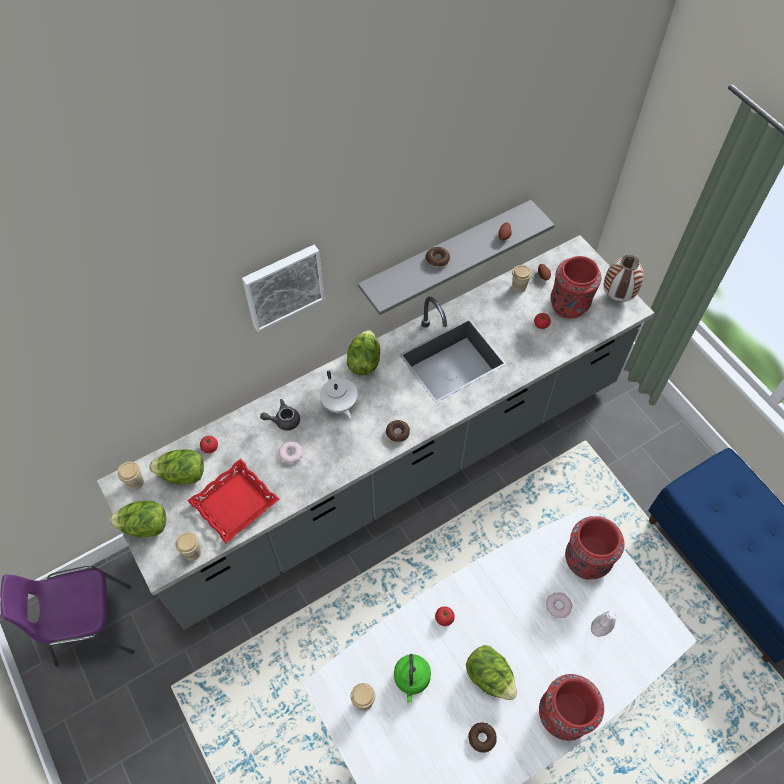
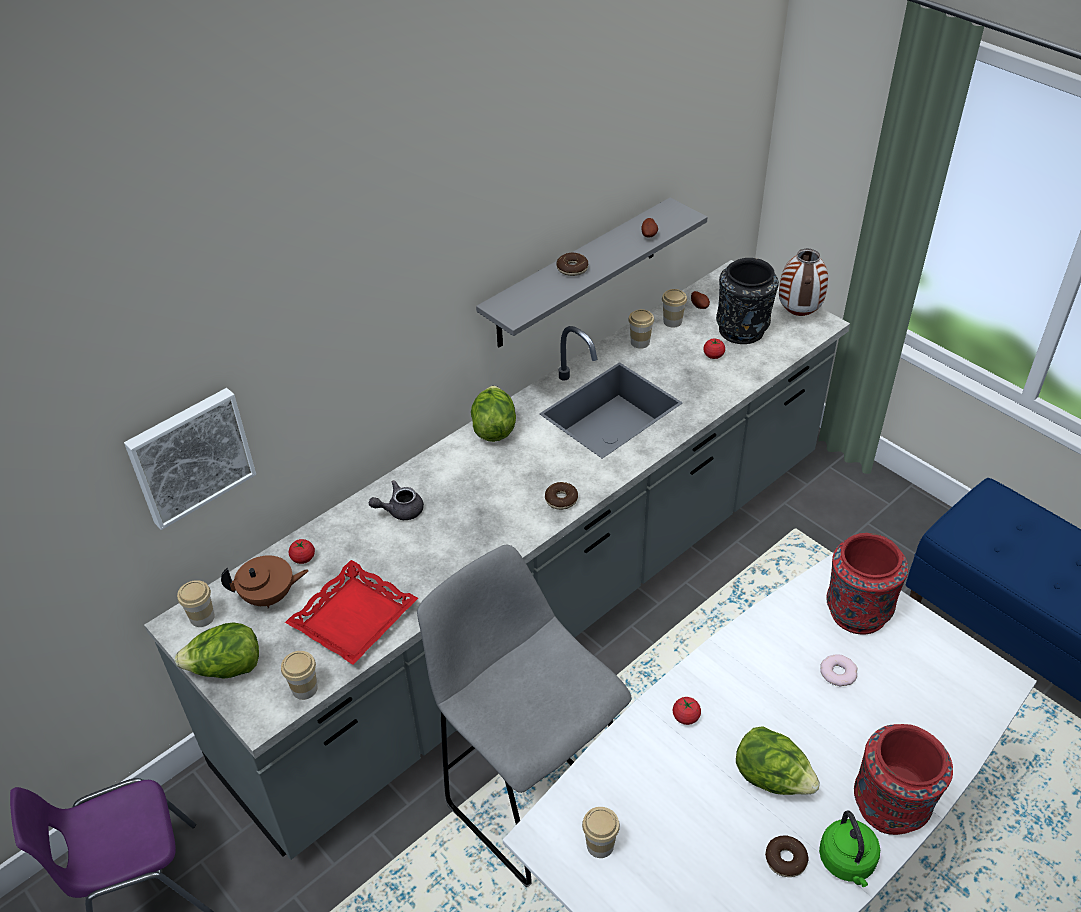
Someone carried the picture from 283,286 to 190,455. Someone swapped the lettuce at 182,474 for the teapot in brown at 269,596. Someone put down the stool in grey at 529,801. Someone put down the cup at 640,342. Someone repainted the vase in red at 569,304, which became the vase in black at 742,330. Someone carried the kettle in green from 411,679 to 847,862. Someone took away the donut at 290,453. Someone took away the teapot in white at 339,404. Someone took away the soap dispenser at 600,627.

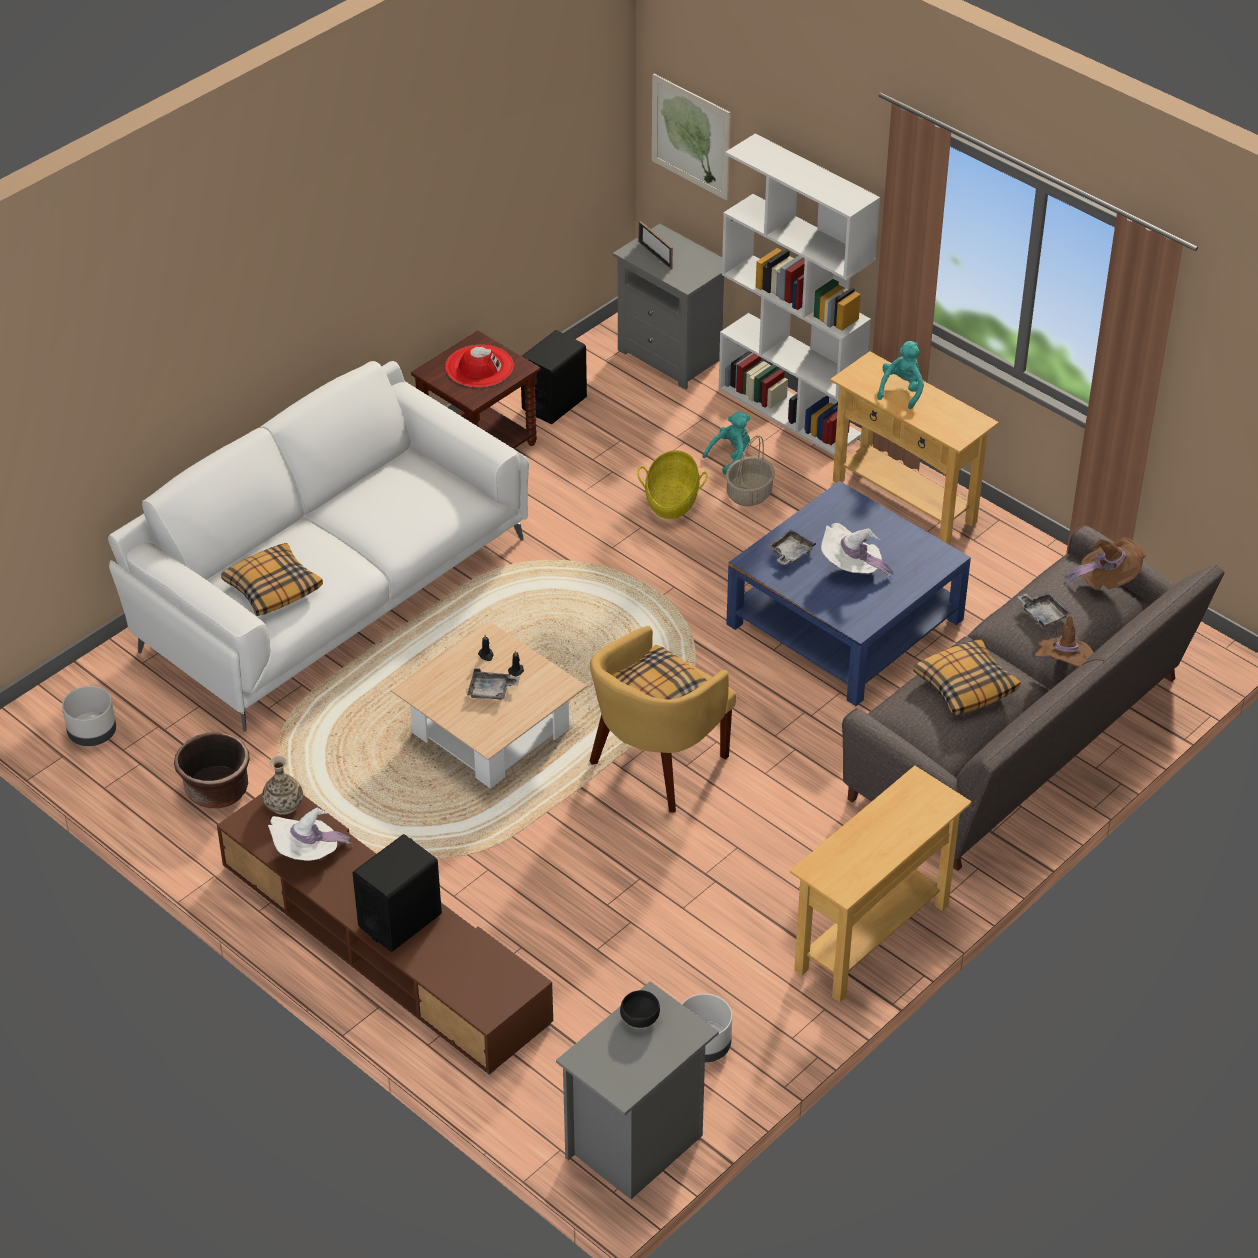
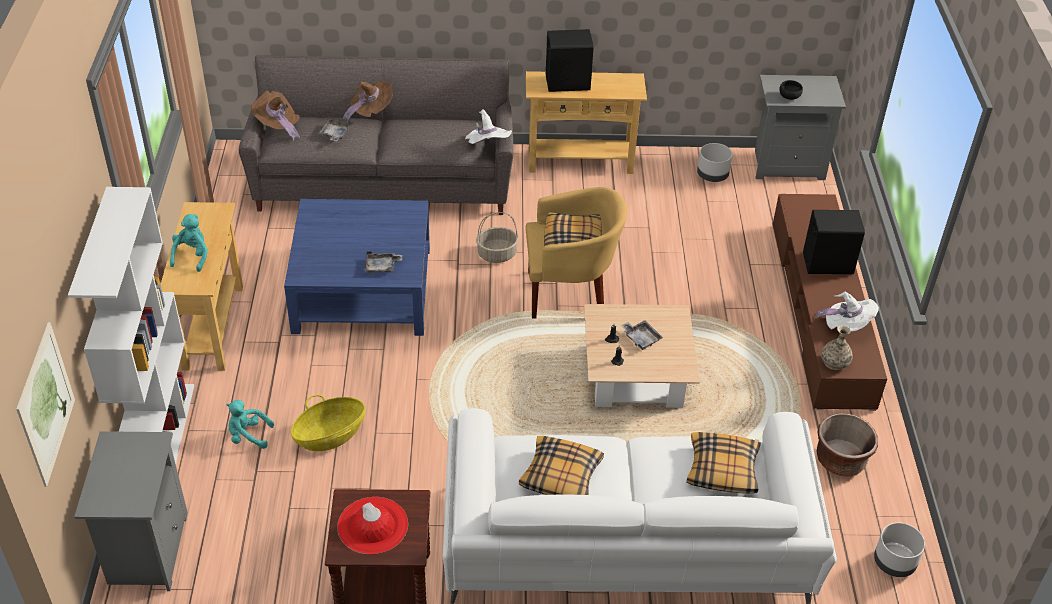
Someone rotated the plush toy in turquoise at 902,390 by 120 degrees clockwise. Someone carried the hat in white from 852,569 to 487,147. Someone carried the basket from 749,493 to 496,254. Someone carried the pillow from 965,685 to 561,476. Someone carried the speaker in black from 554,403 to 567,83. Someone took away the picture frame at 655,255.

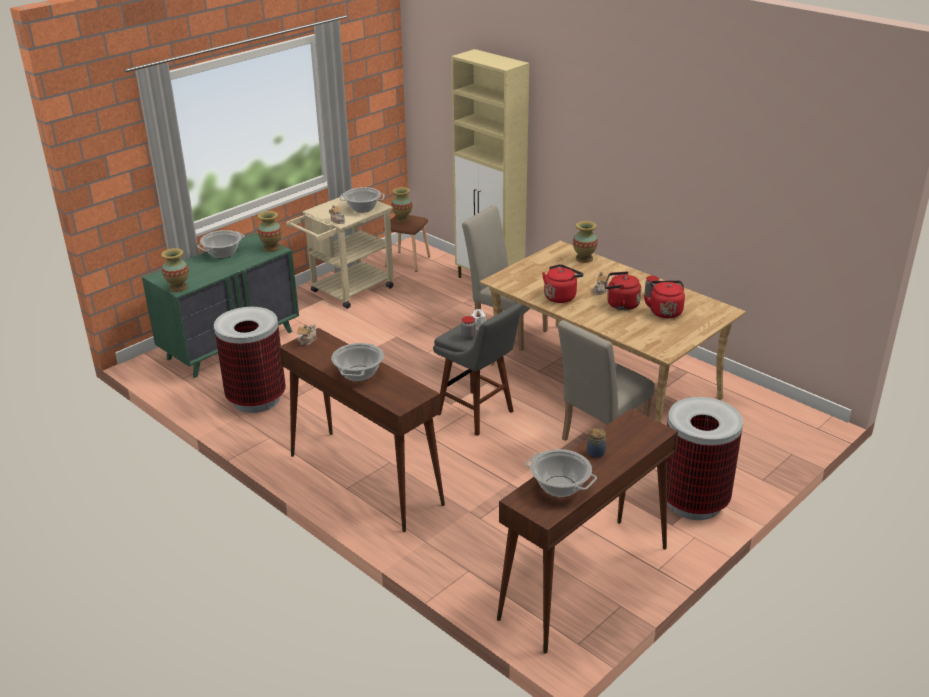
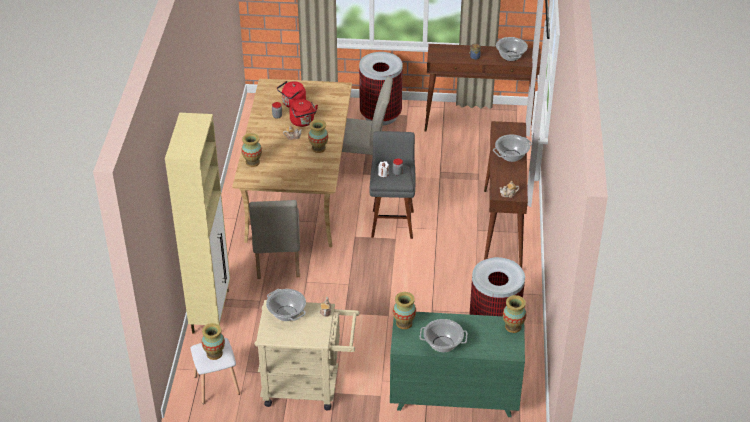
Someone repainted the stool in brown at 406,261, which became the stool in white at 217,385. Someone swapped the kettle in red at 561,296 for the vase at 318,148.

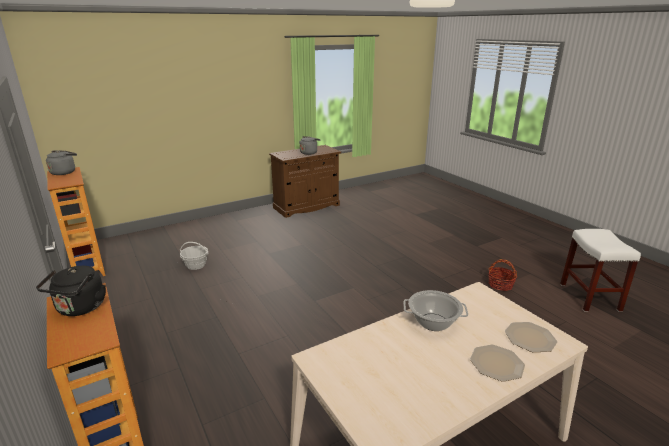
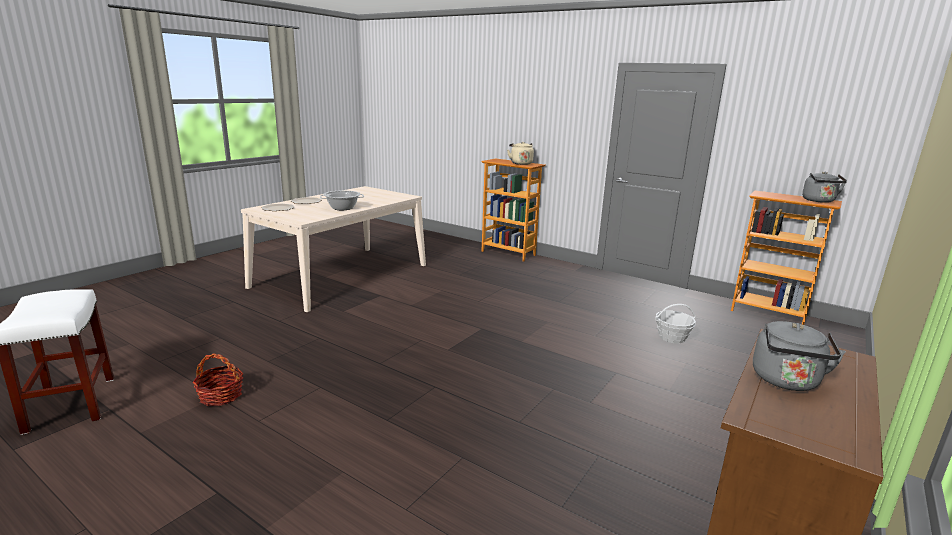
Someone repainted the kettle in black at 80,309, which became the kettle in beige at 520,163.

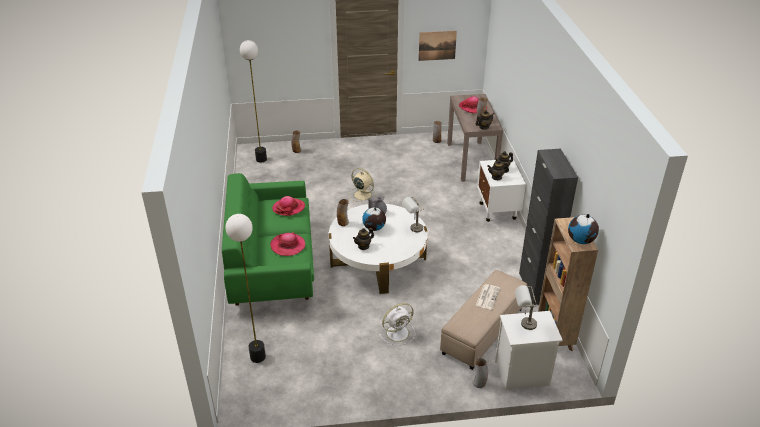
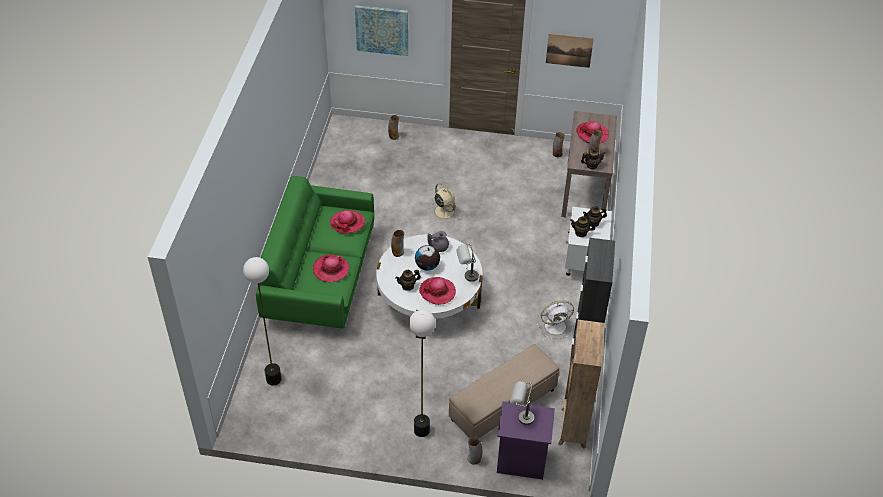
Someone put up the picture at 382,30. Someone carried the floor lamp from 261,159 to 421,430. Someone put down the hat at 437,292. Someone repainted the nightstand in white at 522,374, which became the nightstand in purple at 520,460. Someone carried the fan in white from 398,332 to 556,326. Someone took away the newspaper at 487,297. Someone took away the globe at 581,241.

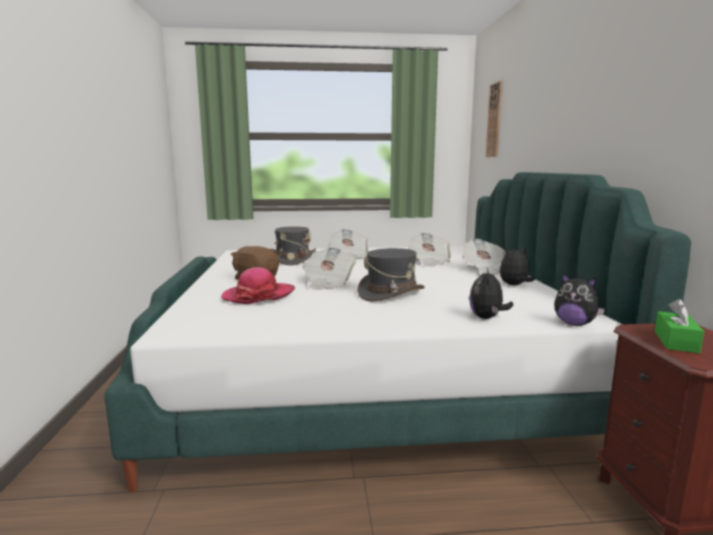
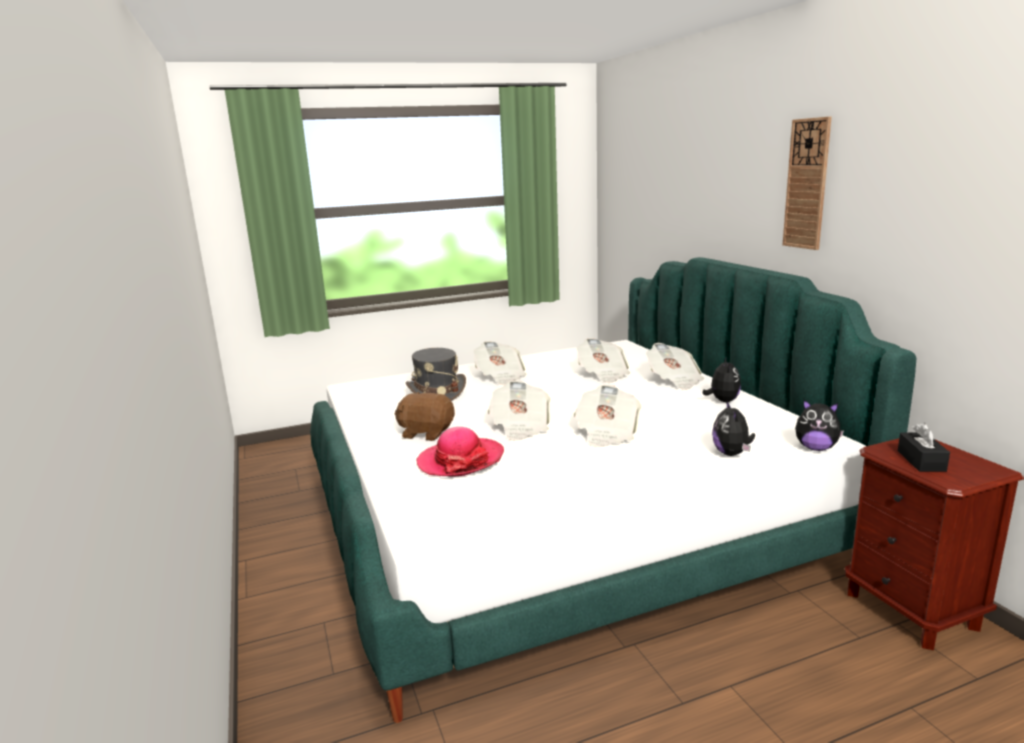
Someone swapped the hat in grey at 391,293 for the newspaper at 606,433. Someone rotated the plush toy at 514,285 by 135 degrees clockwise. Someone carried the wall clock from 494,120 to 807,184. Someone repainted the tissue box in green at 676,341, which became the tissue box in black at 921,461.

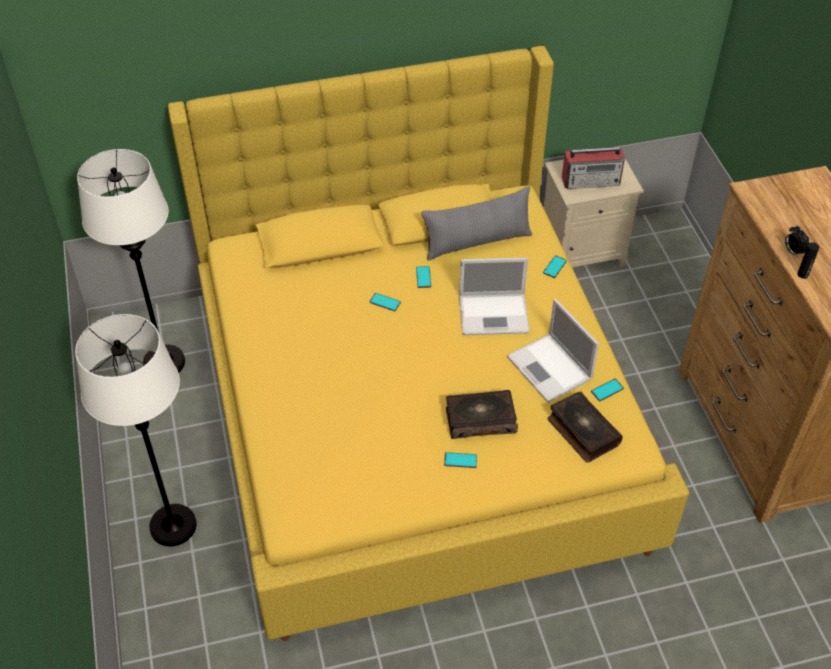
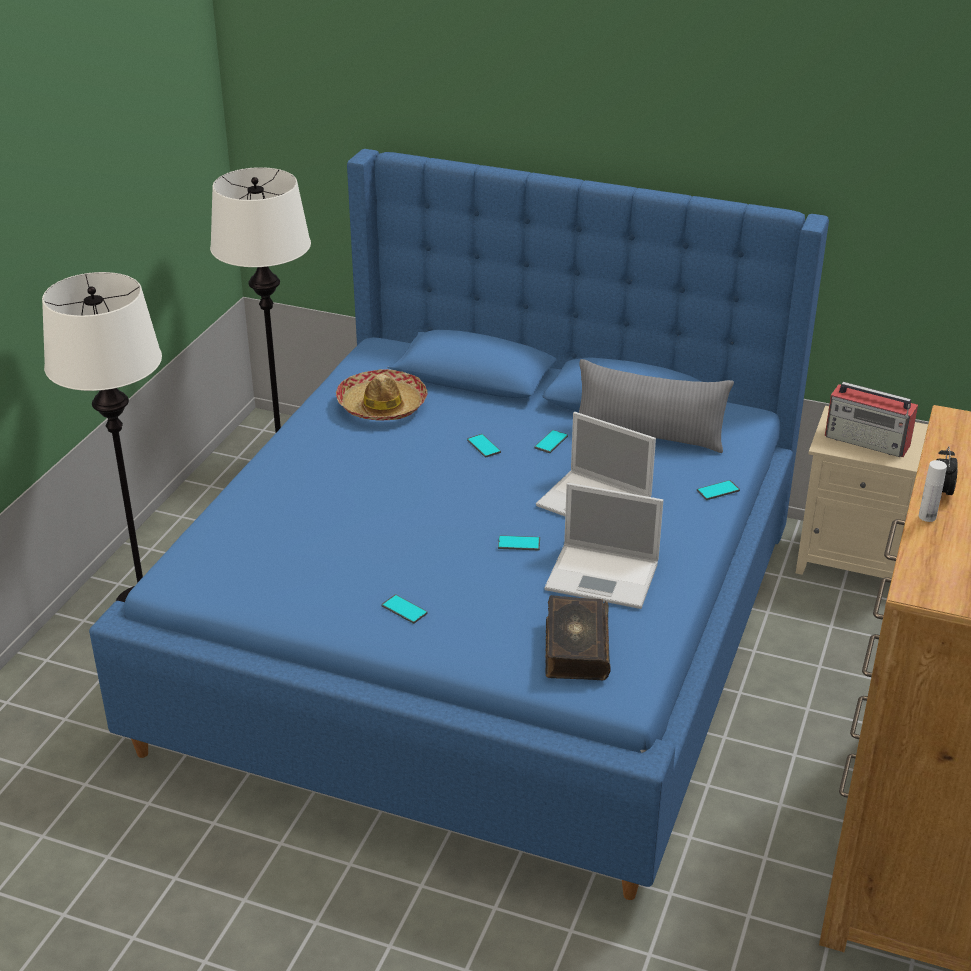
Someone repainted the bed in yellow at 416,417, which became the bed in blue at 487,629. Someone put down the hat at 382,405. Someone carried the phone from 607,390 to 519,543. Someone rotated the laptop at 550,369 by 75 degrees counterclockwise. Someone repainted the bottle in black at 803,274, which became the bottle in white at 927,516. Someone took away the book at 480,420.

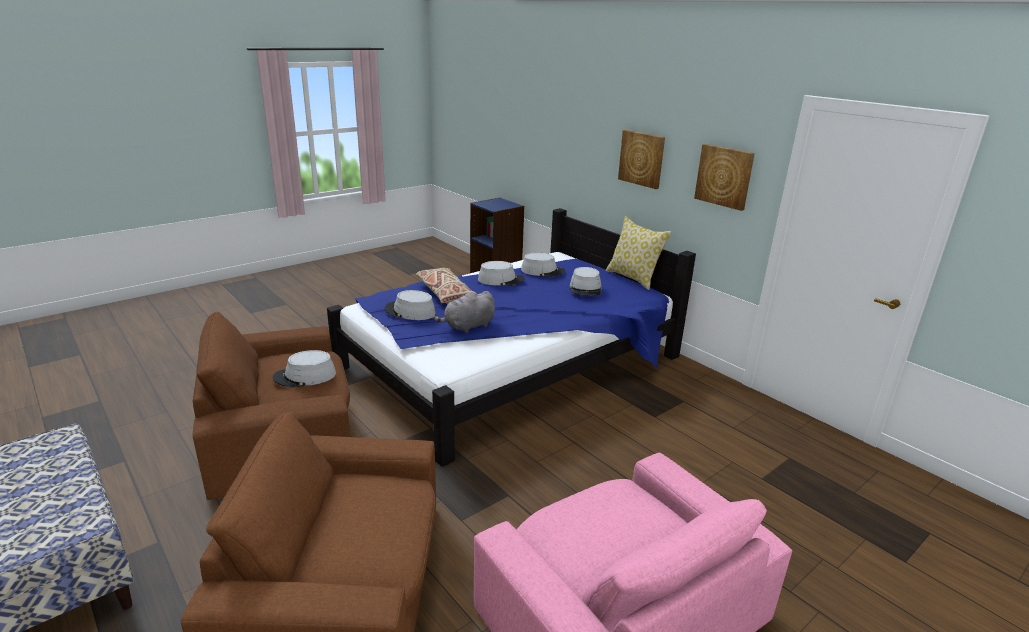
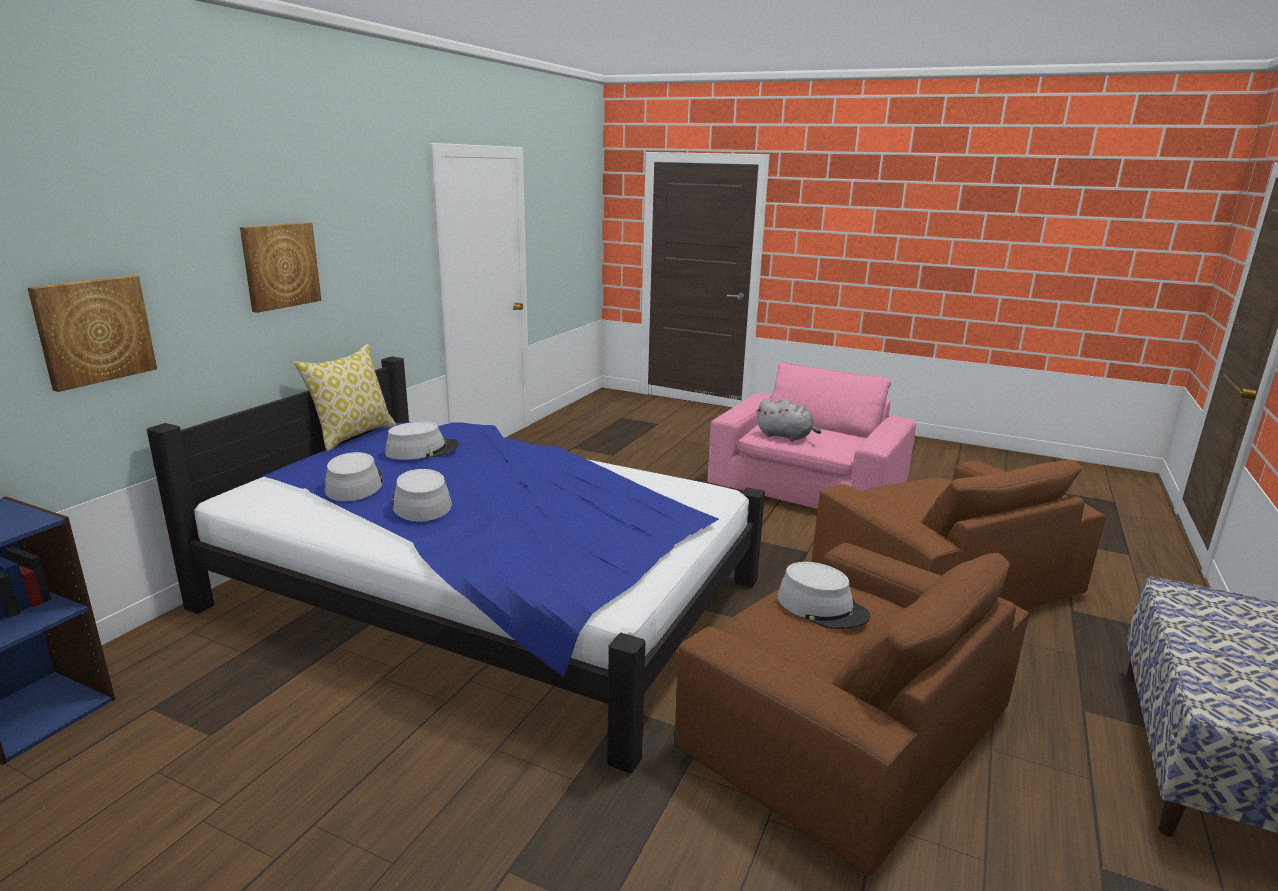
Someone carried the picture from 724,176 to 94,331. Someone carried the plush toy in grey from 468,327 to 786,436. Someone took away the hat in grey at 410,311. Someone took away the pillow in beige at 445,293.

